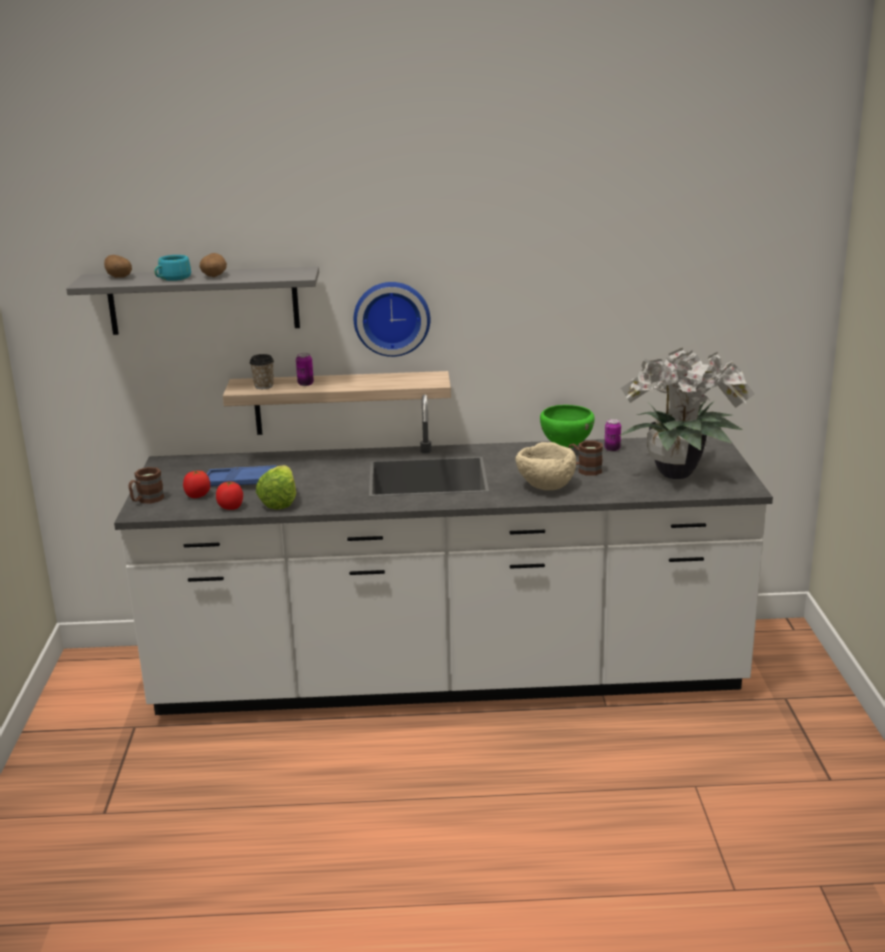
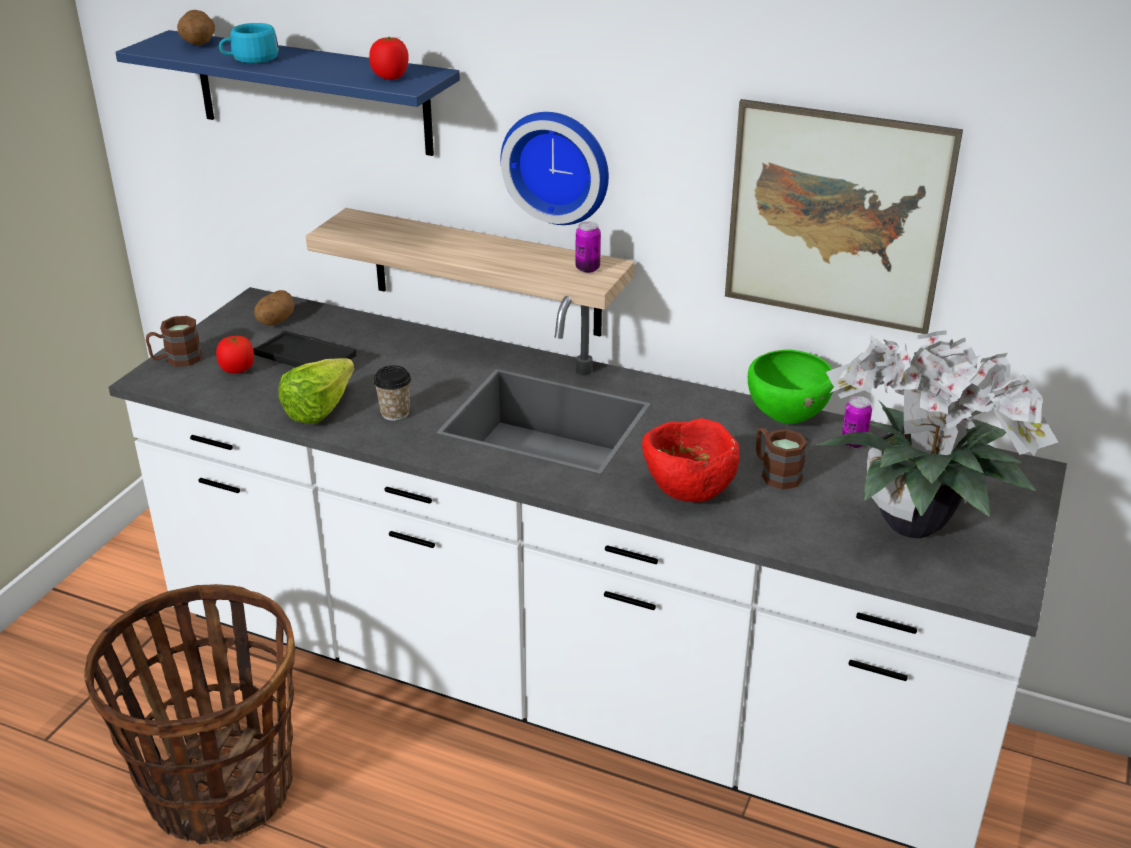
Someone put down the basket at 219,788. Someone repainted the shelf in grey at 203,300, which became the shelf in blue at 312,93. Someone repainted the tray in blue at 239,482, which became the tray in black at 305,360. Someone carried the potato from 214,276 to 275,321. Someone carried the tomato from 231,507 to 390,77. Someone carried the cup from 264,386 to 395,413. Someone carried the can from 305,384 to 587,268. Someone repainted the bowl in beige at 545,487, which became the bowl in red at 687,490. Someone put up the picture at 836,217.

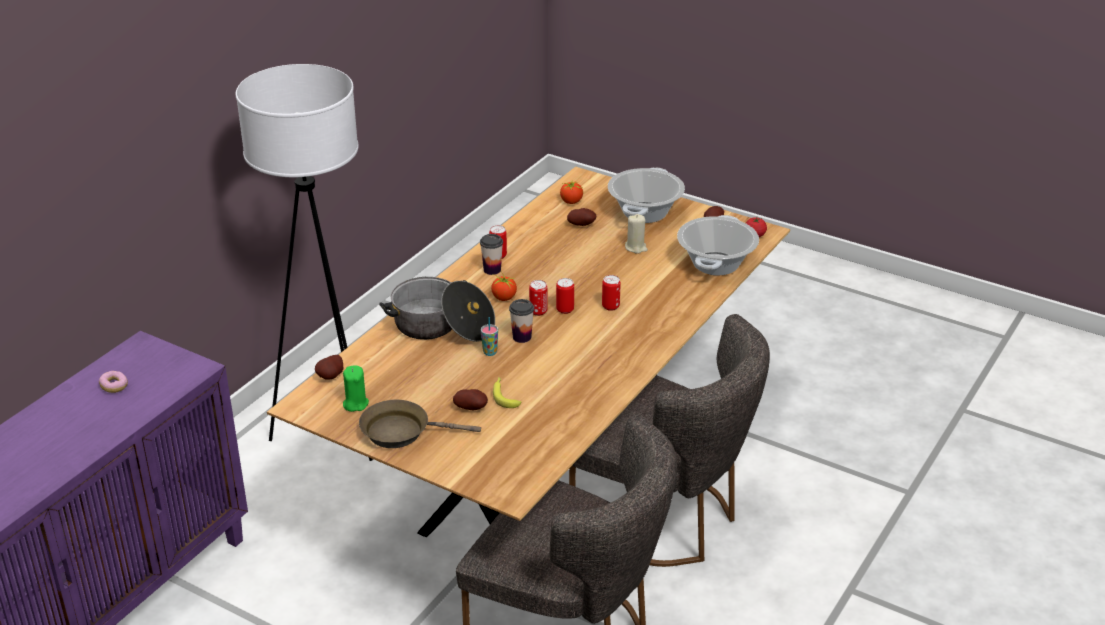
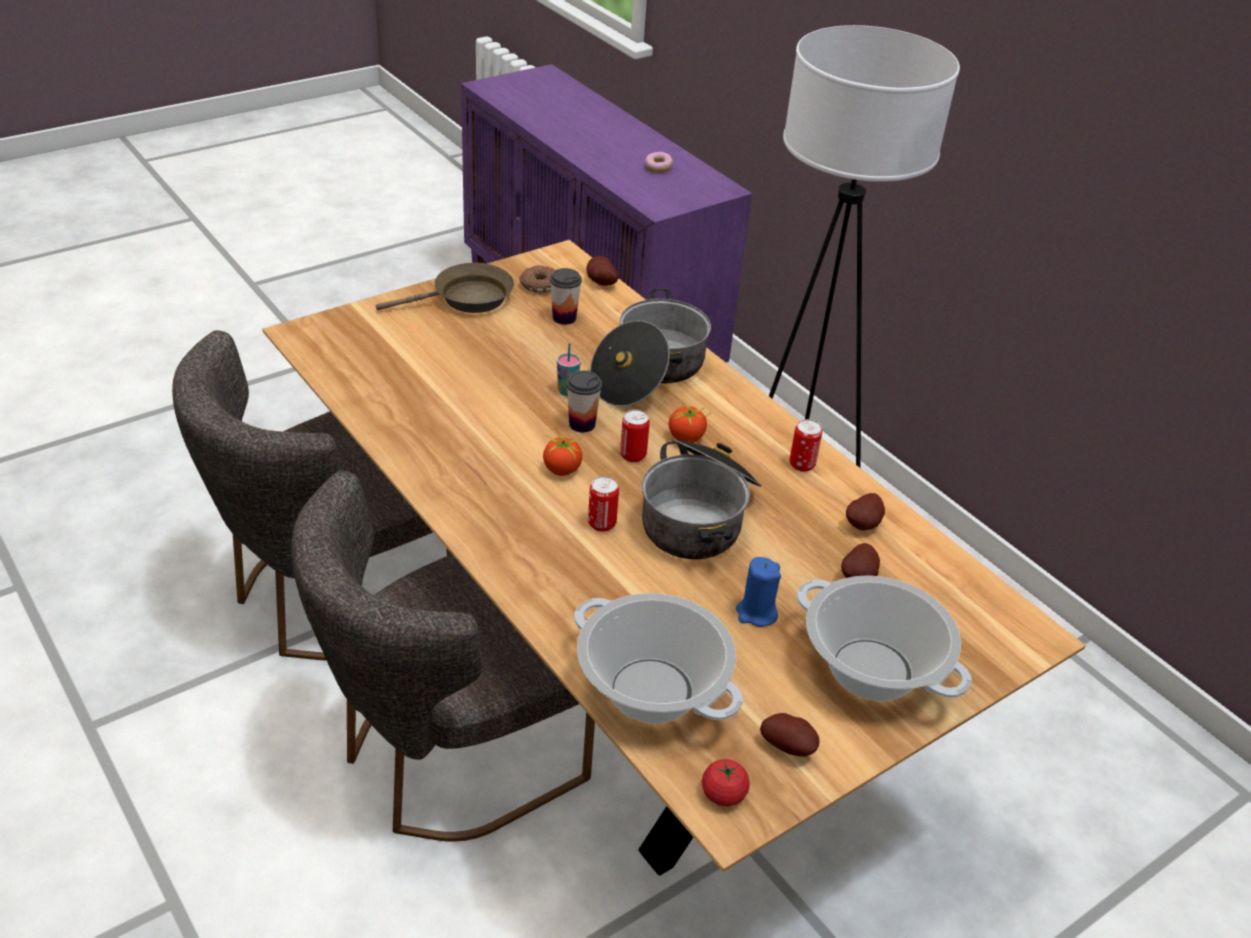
Someone rotated the frying pan in brown at 401,432 by 45 degrees clockwise. Someone swapped the candle in green at 355,404 for the donut at 539,285. Someone carried the tomato from 571,202 to 561,469. Someone carried the cup from 492,270 to 564,318. Someone put down the cooking pot at 699,516. Someone repainted the candle in beige at 636,247, which became the candle in blue at 756,613. Someone carried the potato from 471,408 to 864,525. Someone took away the banana at 504,396. Someone took away the can at 565,309.

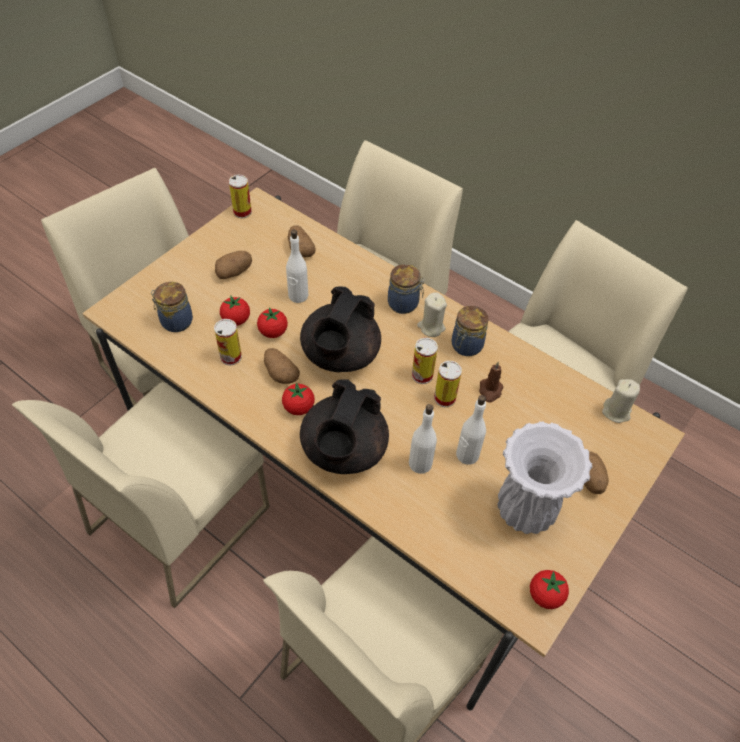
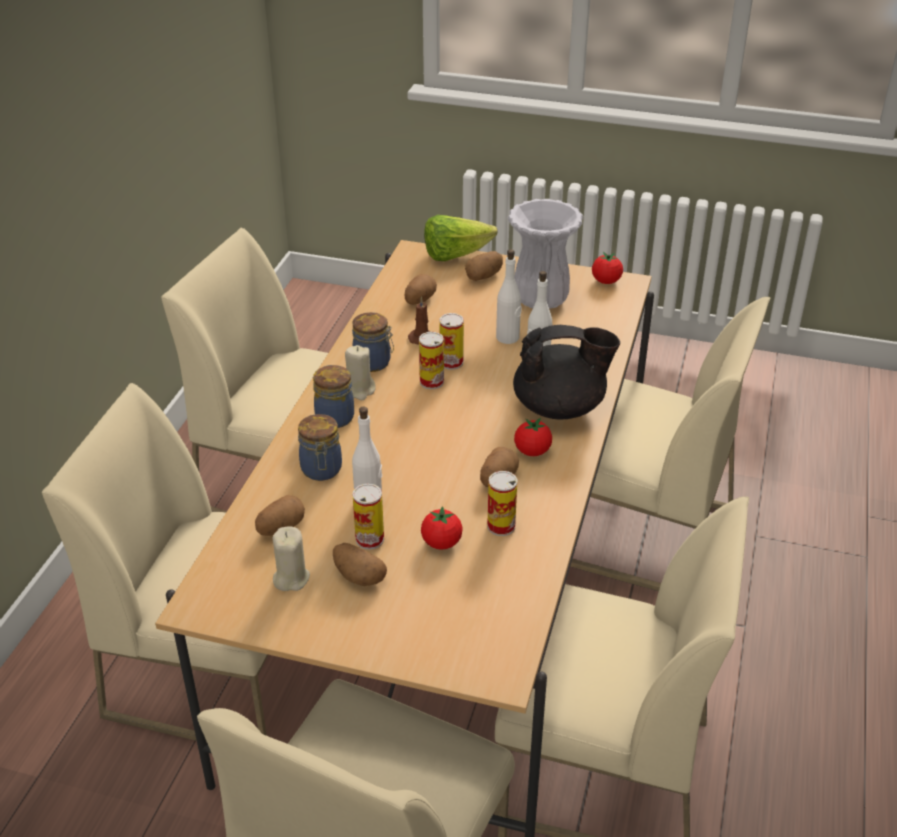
Someone carried the candle in beige from 616,412 to 291,578. Someone carried the jar from 175,321 to 321,470. Someone carried the can from 242,212 to 369,539. Someone put down the potato at 419,300. Someone put down the lettuce at 455,255. Someone took away the tomato at 273,332. Someone took away the teapot in black at 340,356.

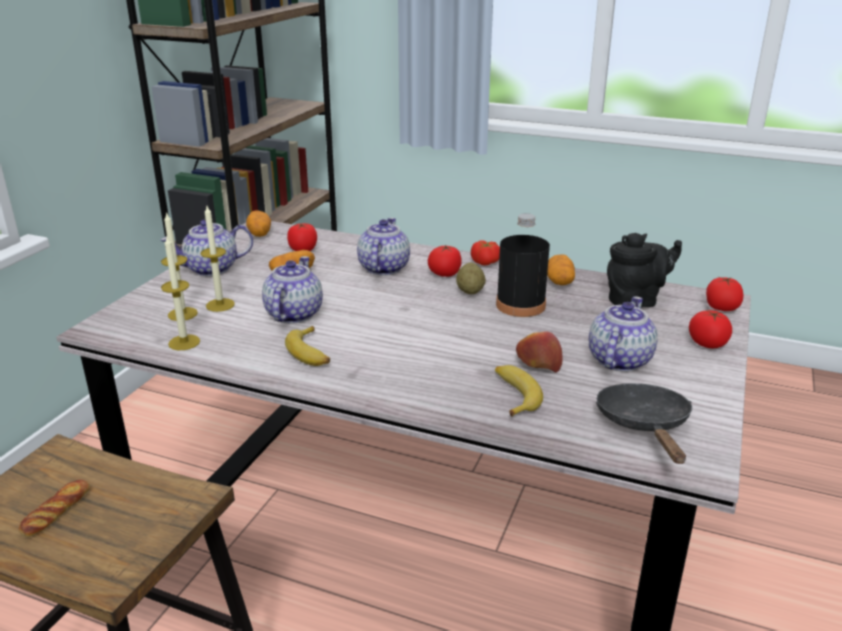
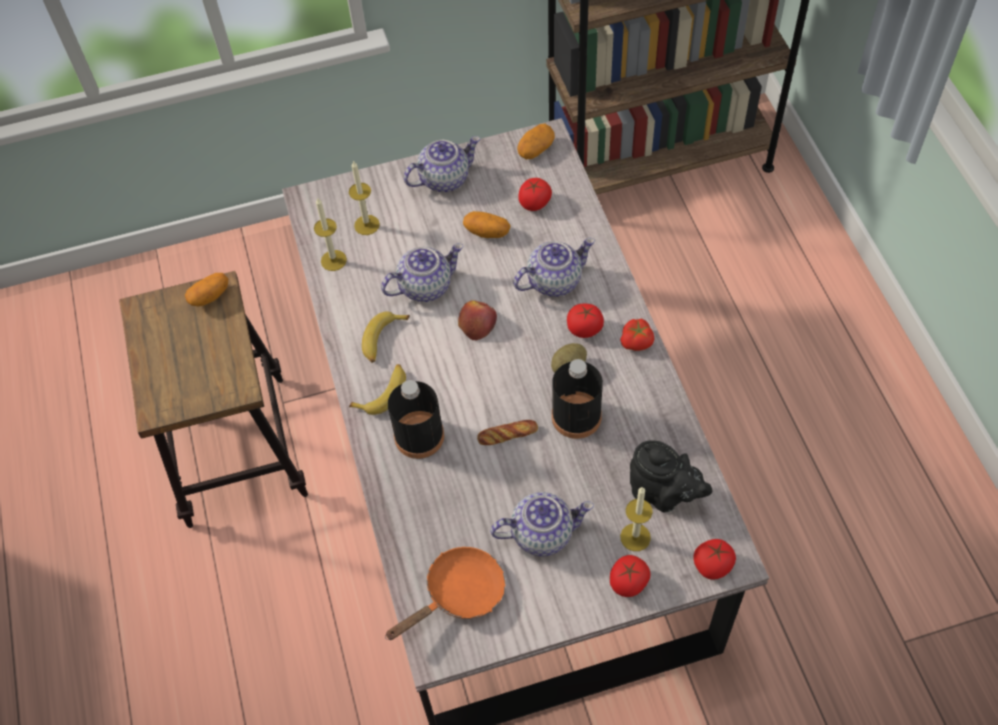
Someone carried the potato from 559,281 to 210,296. Someone carried the banana from 513,395 to 383,392. Someone repainted the frying pan in black at 644,425, which became the frying pan in orange at 459,594. Someone put down the bottle in black at 419,436. Someone rotated the teapot at 211,269 by 120 degrees clockwise. Someone carried the apple from 538,362 to 477,323. Someone carried the bread from 56,512 to 507,434. Someone carried the candle from 220,305 to 635,537.

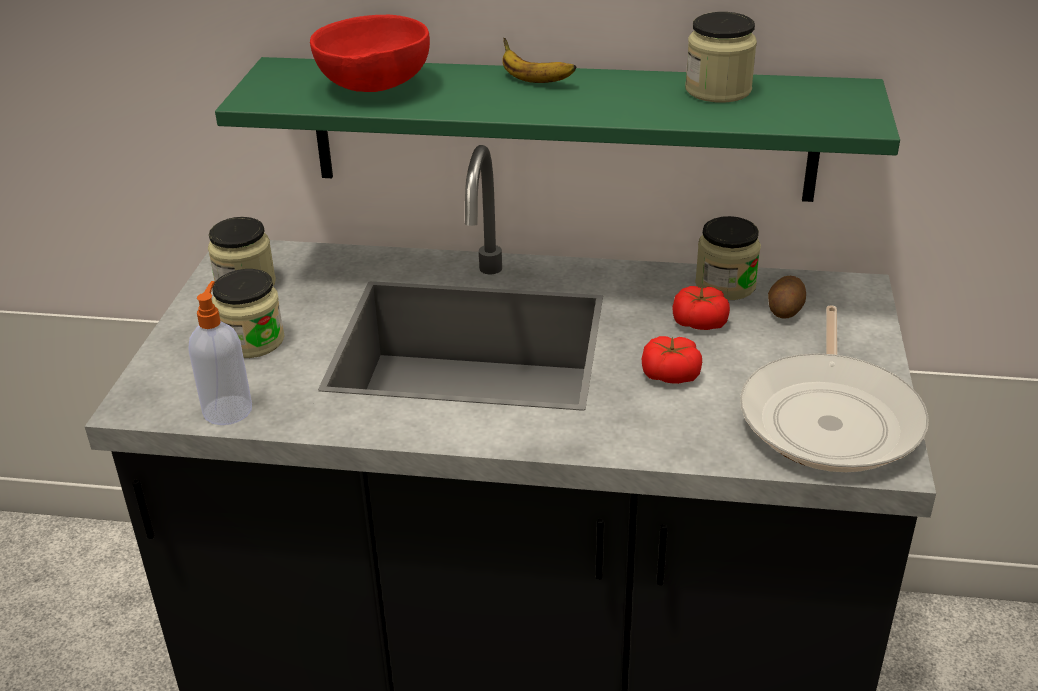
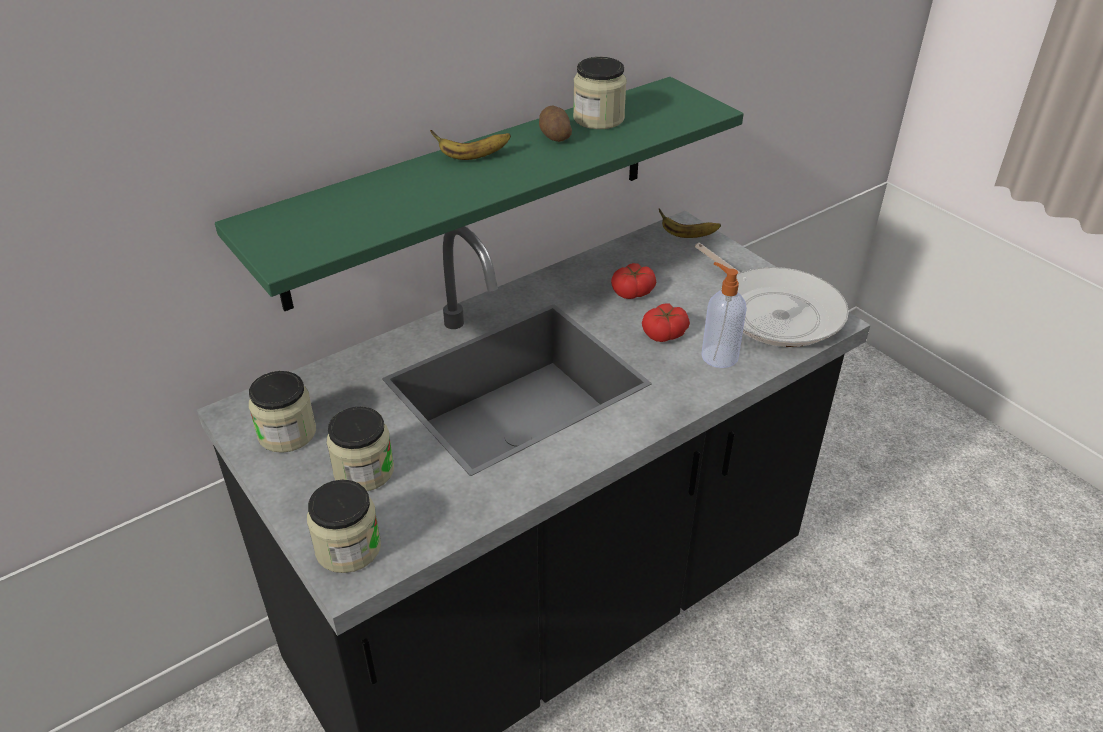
Someone carried the jar from 725,285 to 348,548. Someone carried the potato from 784,310 to 554,136. Someone put down the banana at 687,236. Someone carried the soap dispenser from 228,409 to 718,356. Someone took away the bowl in red at 373,88.

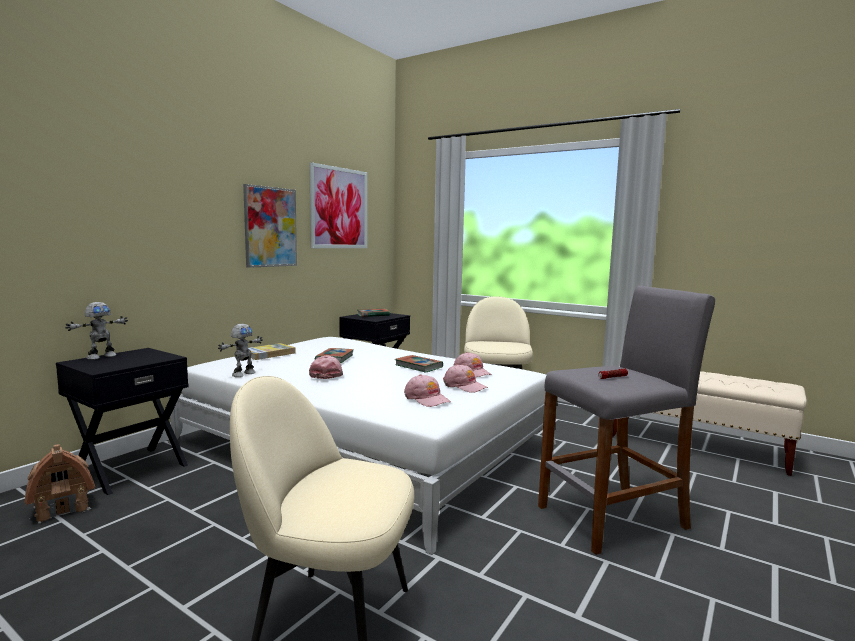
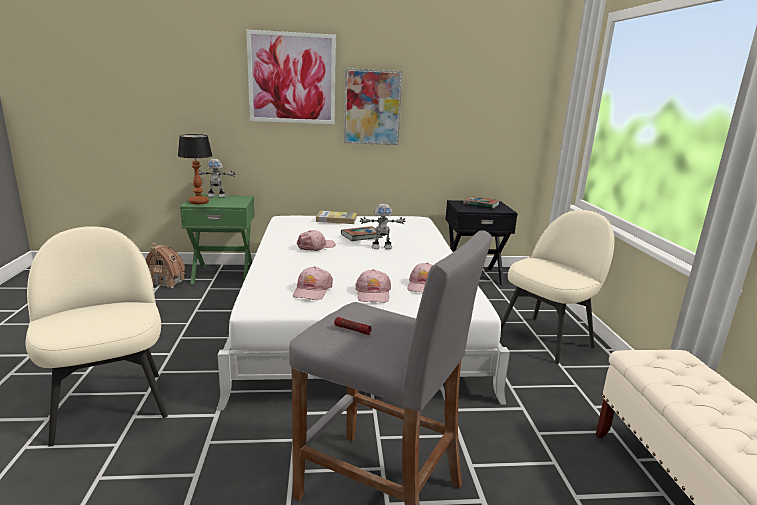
Someone put down the table lamp at 199,202. Someone repainted the nightstand in black at 130,469, which became the nightstand in green at 223,274. Someone carried the picture from 339,208 to 292,78. Someone carried the toy robot from 243,374 to 381,247. Someone took away the book at 419,366.

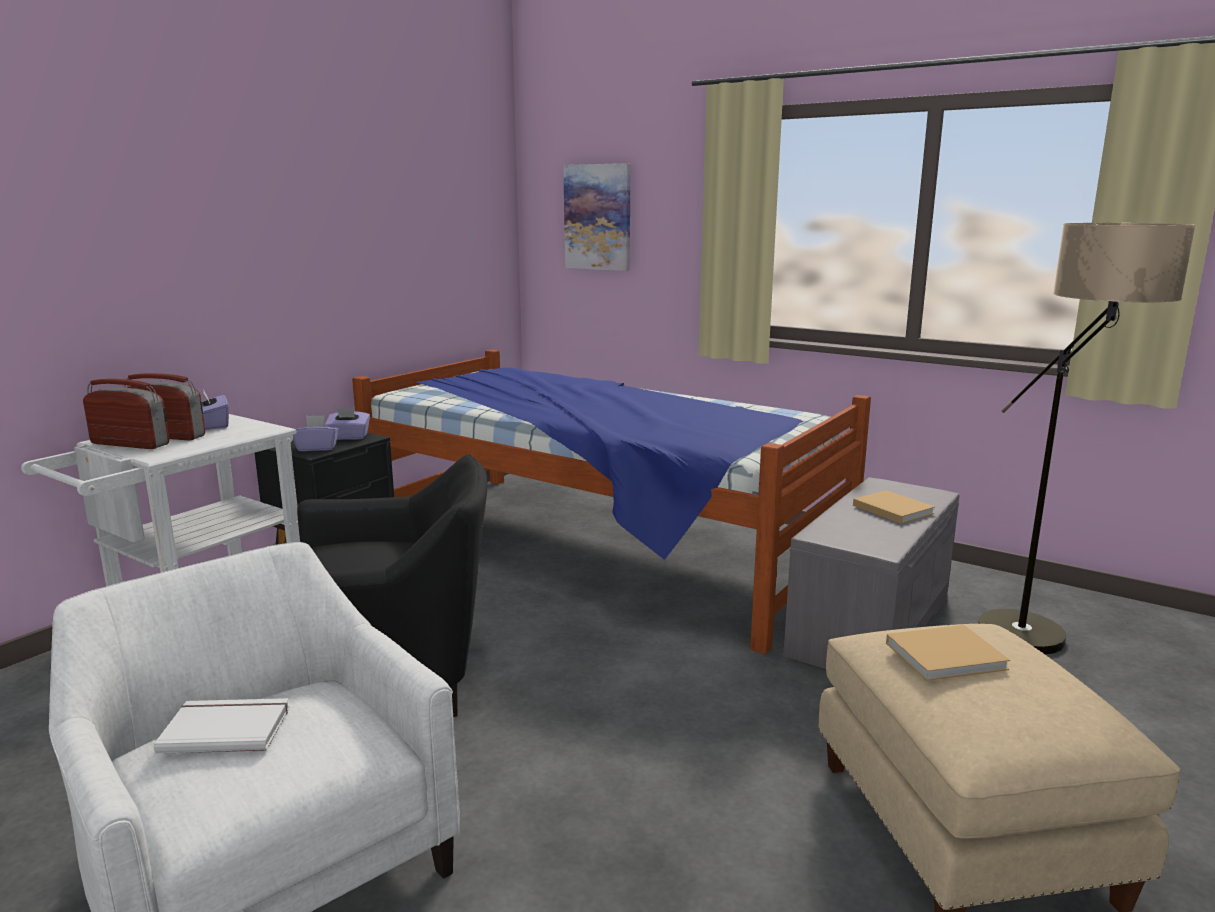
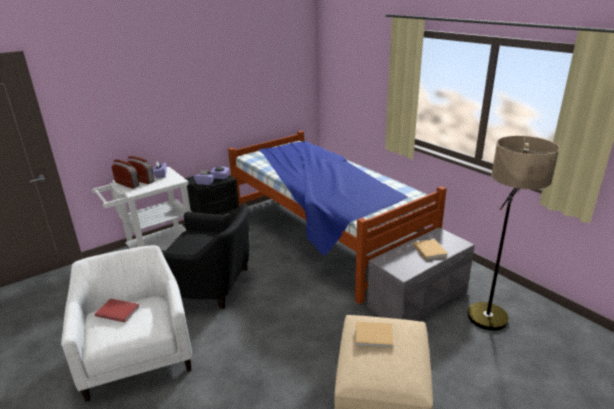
Someone repainted the book in white at 226,728, which became the book in red at 118,311. Someone took away the picture at 598,217.

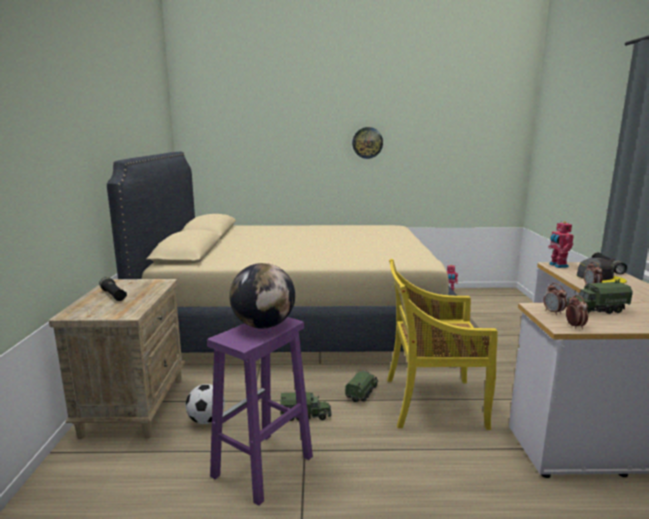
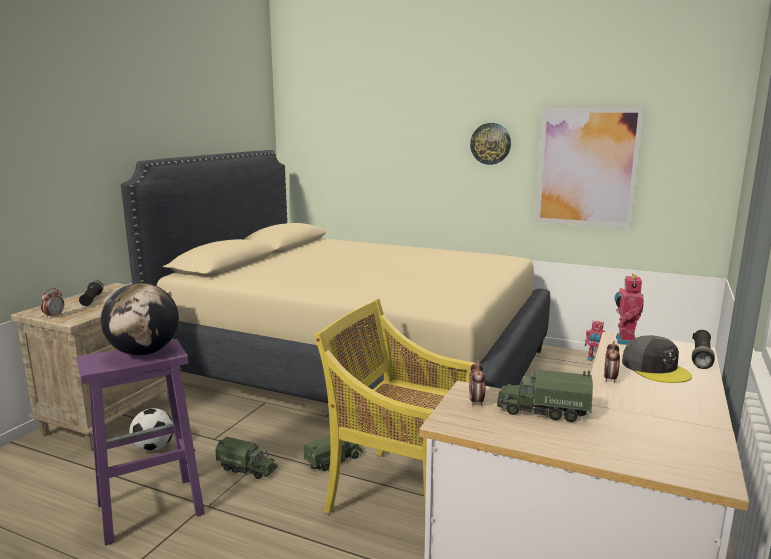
Someone carried the alarm clock from 574,326 to 54,316. Someone put up the picture at 587,167.

